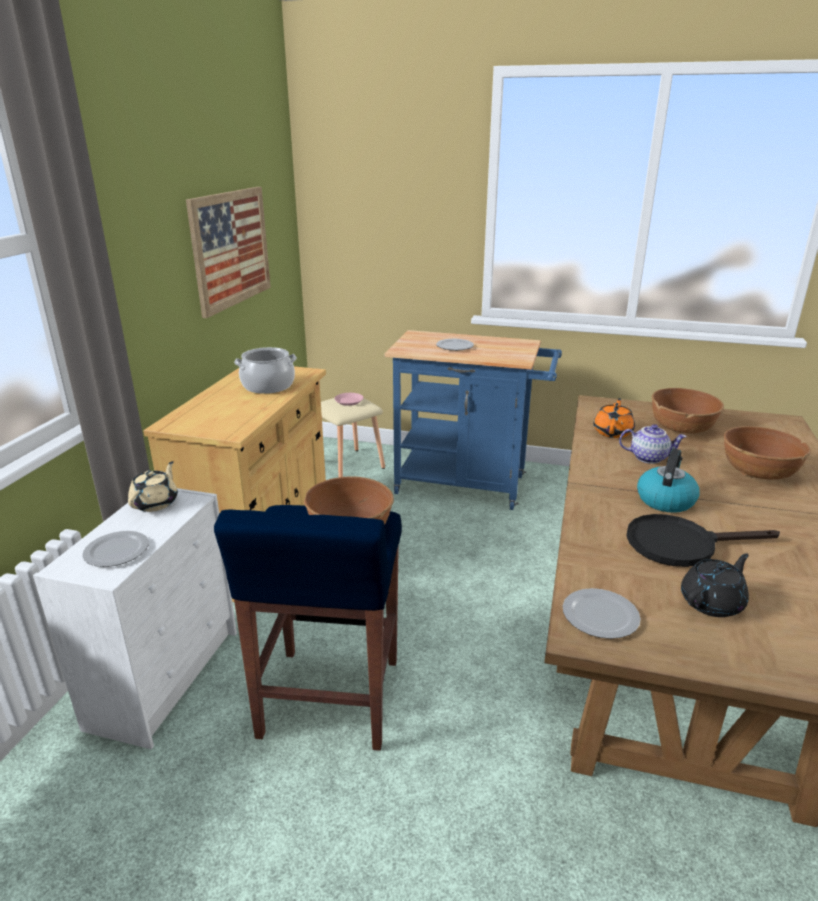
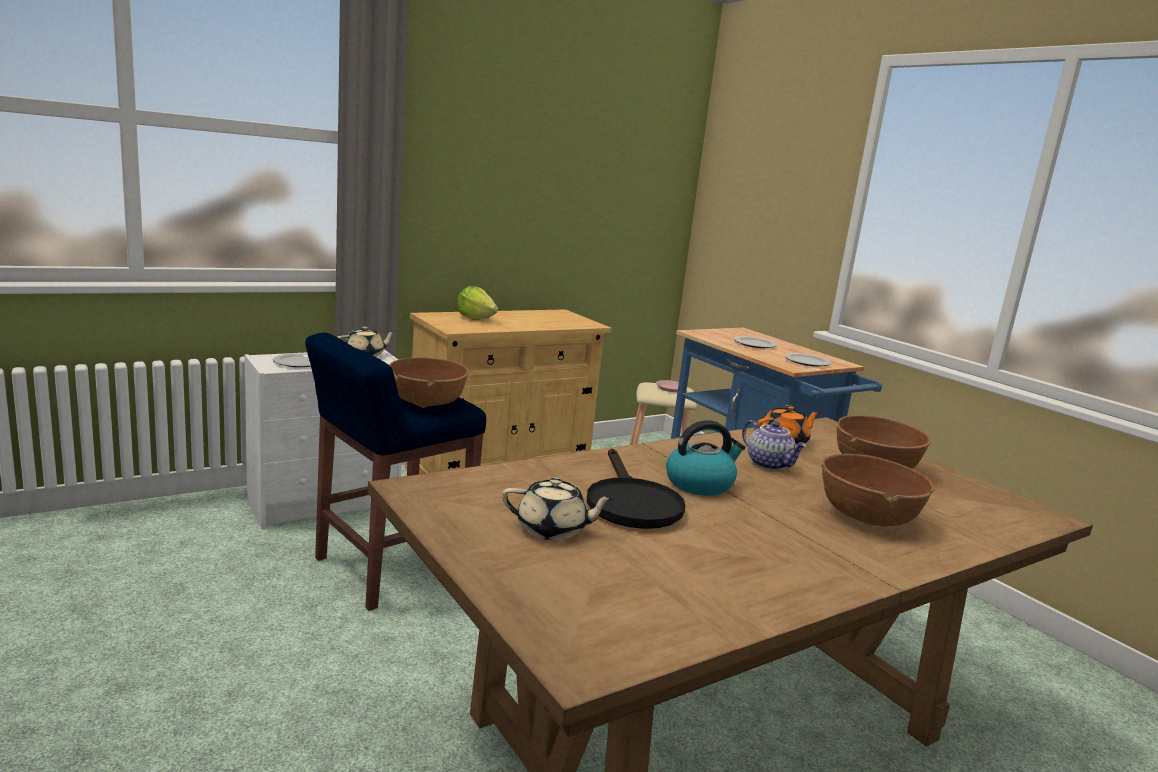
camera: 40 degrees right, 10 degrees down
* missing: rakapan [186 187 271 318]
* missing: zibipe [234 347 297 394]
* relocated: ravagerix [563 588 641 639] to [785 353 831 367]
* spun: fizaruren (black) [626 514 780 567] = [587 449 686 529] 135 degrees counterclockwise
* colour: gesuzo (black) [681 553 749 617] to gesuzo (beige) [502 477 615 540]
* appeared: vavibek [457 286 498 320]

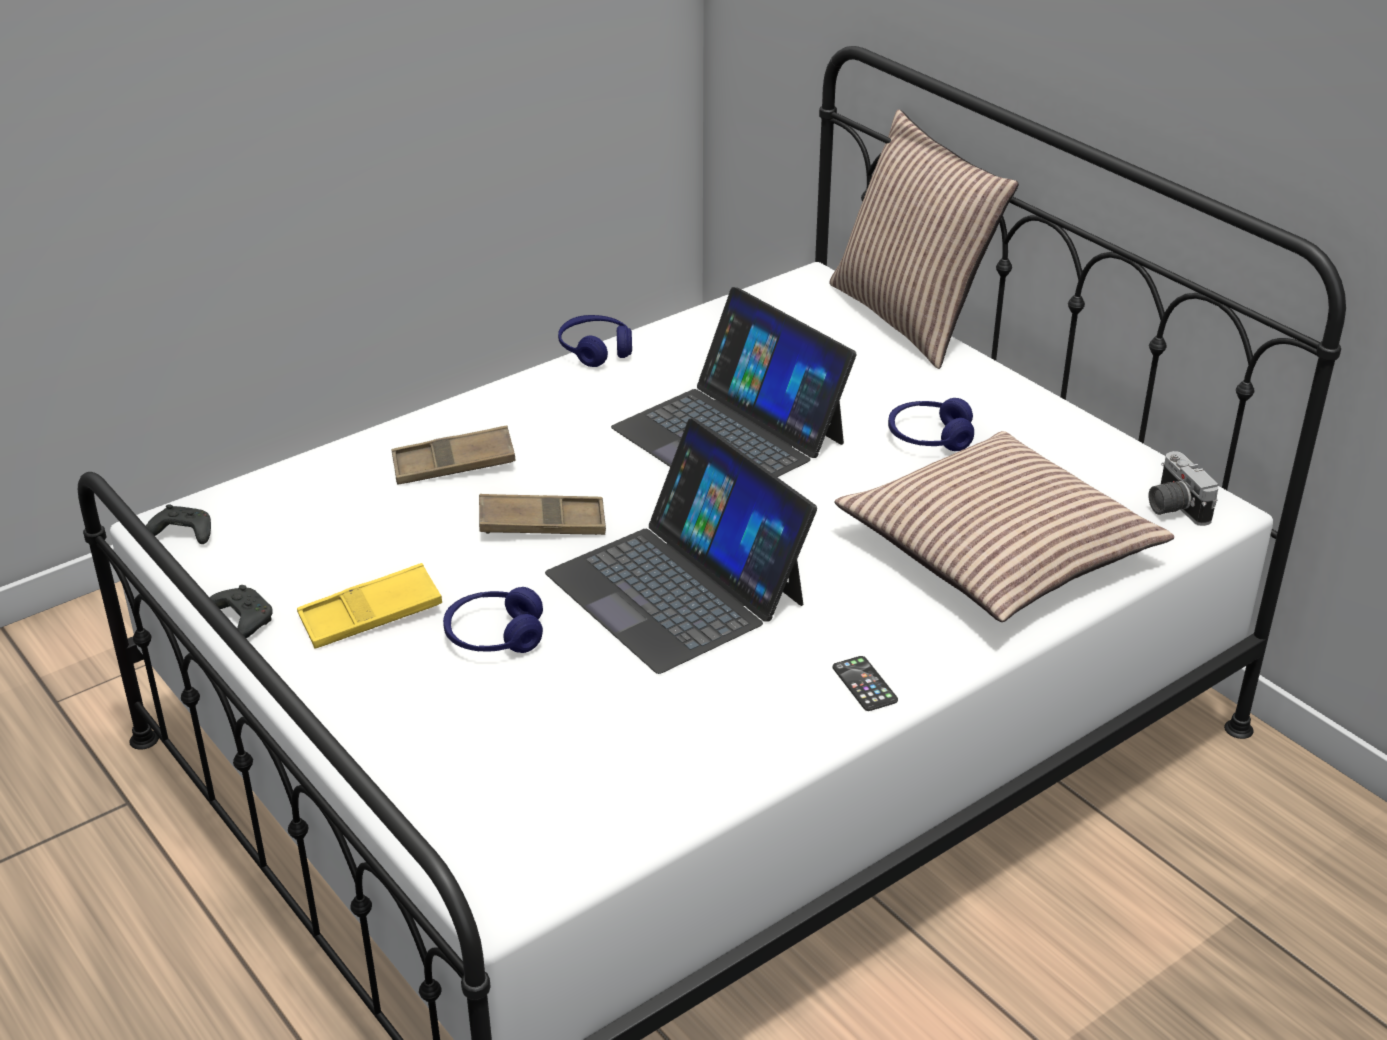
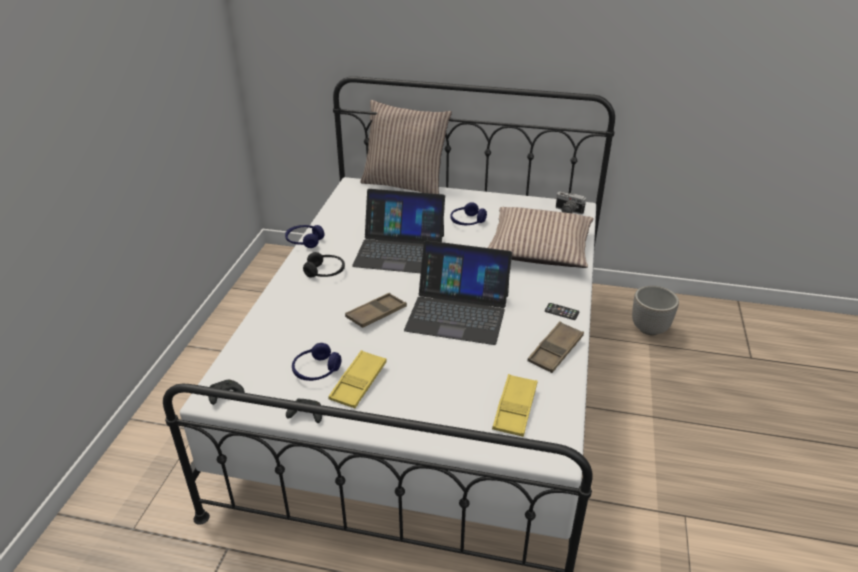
camera: 40 degrees left, 0 degrees up
* relocated: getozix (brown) [391 426 516 484] to [527 321 584 373]
* relocated: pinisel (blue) [443 587 543 653] to [292 343 341 381]
* appeared: pinisel (black) [303 252 345 277]
* appeared: getozix (yellow) [492 374 538 437]
* appeared: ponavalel [632 286 679 335]

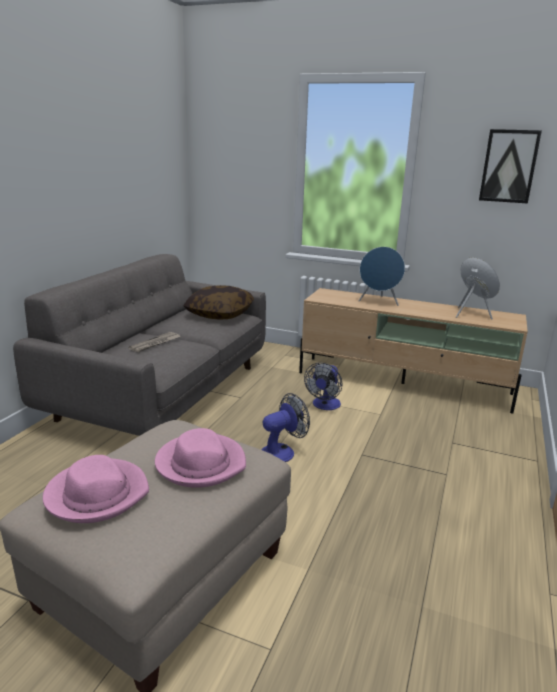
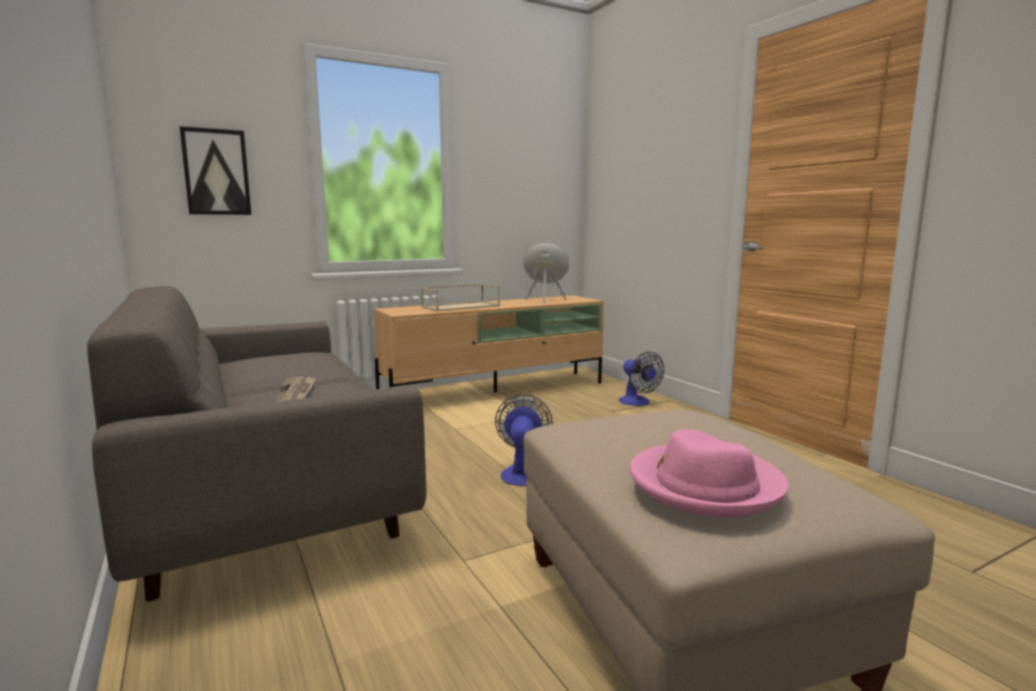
camera: 50 degrees left, 10 degrees down
* missing: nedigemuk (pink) [155 428 246 488]
* missing: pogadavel [183 285 254 320]
* relocated: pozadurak [304 363 342 410] to [619 352 664 406]
* exchanged: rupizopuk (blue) [359 247 405 306] to getozix (beige) [421 284 500 312]
* relocated: rakapan [479 129 542 203] to [180 126 251 215]

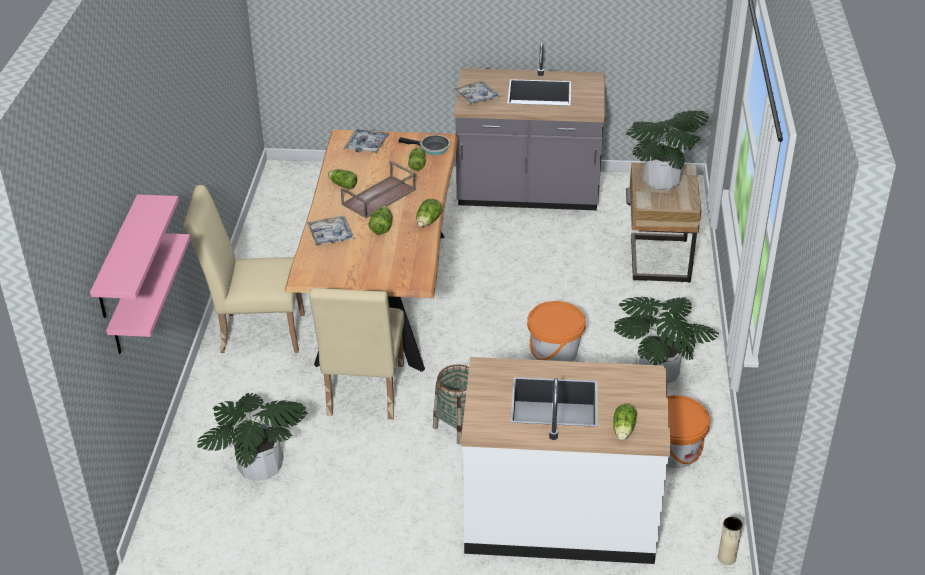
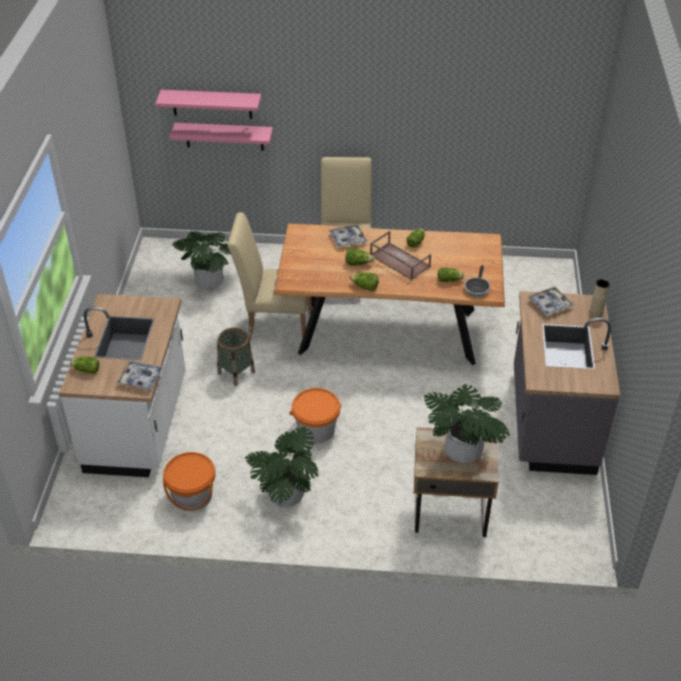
camera: 90 degrees right, 5 degrees up
* relocated: getozix [344 129 389 153] to [116 360 164 391]
* relocated: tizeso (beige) [718 517 742 565] to [590 279 610 316]

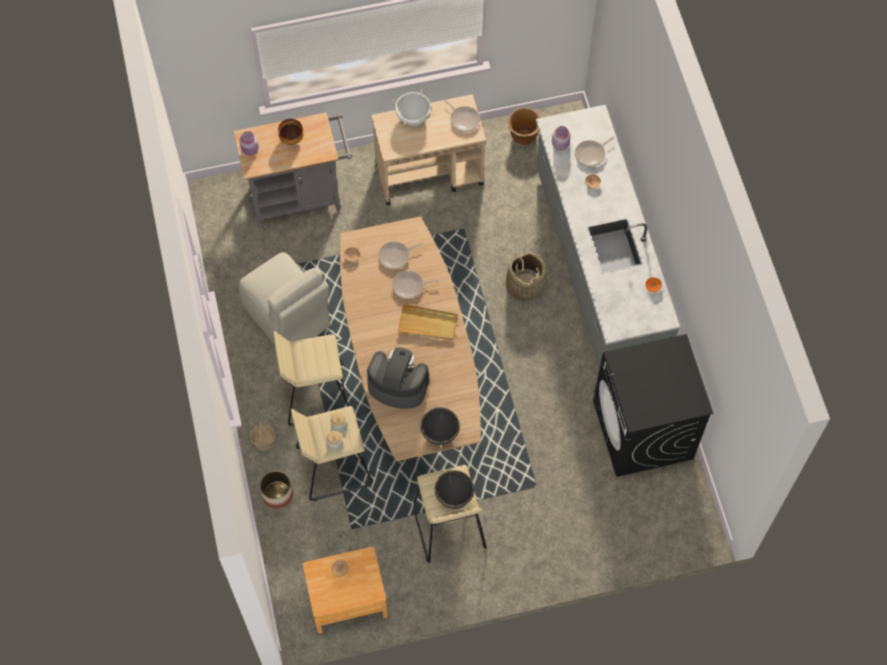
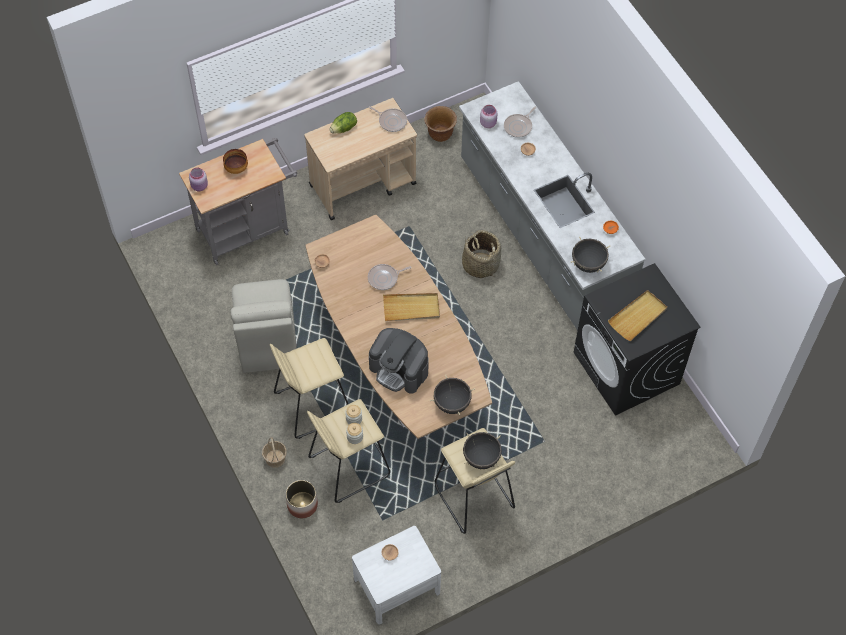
camera: 15 degrees left, 5 degrees down
* spun: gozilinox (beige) [239 252 330 345] = [230 279 296 373] 45 degrees clockwise
* colour: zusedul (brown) [303 547 388 634] to zusedul (white) [352 526 441 625]
* spun: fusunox [367 347 429 409] = [369 328 429 394] 150 degrees counterclockwise
* missing: fizaruren [378 241 423 269]
* exchanged: zibipe (white) [392 90 434 126] to vavibek [329 112 357 134]
* appeared: zibipe (black) [571 237 610 273]
* appeared: getozix (beige) [608 290 667 341]

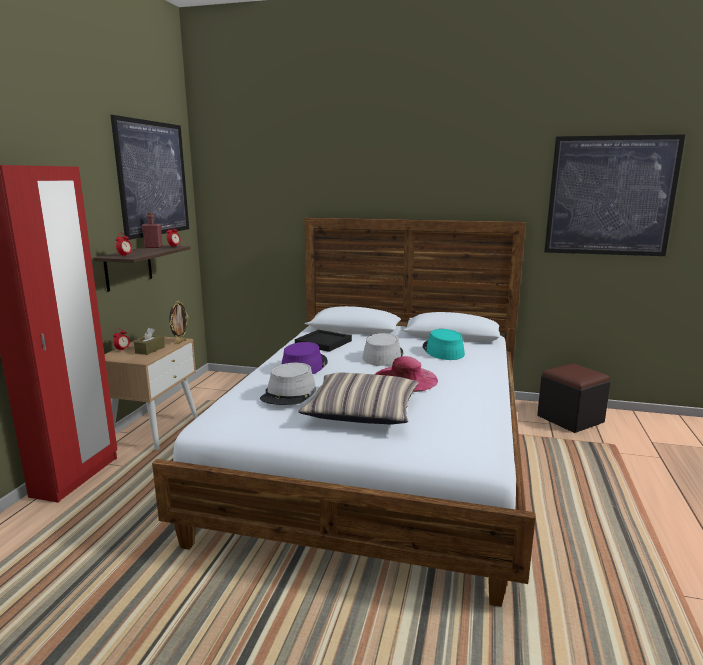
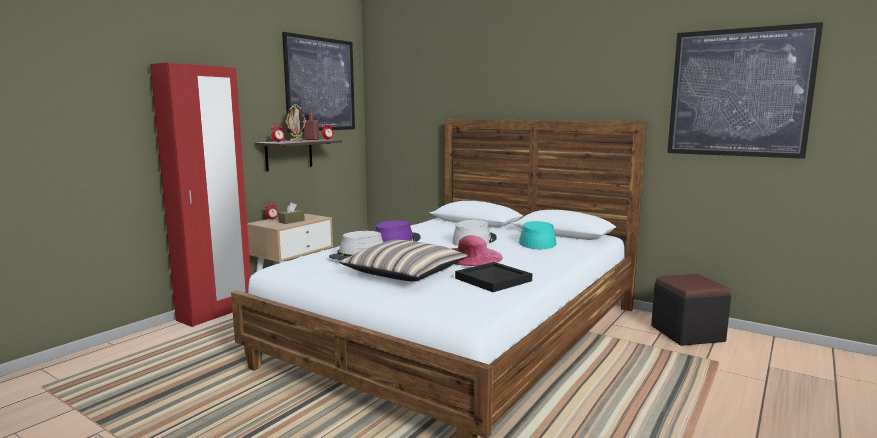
camera: 20 degrees right, 5 degrees down
* relocated: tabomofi [169 301 189 344] to [286 104 306 141]
* relocated: getozix (black) [295 330 352 352] to [455 262 532 292]

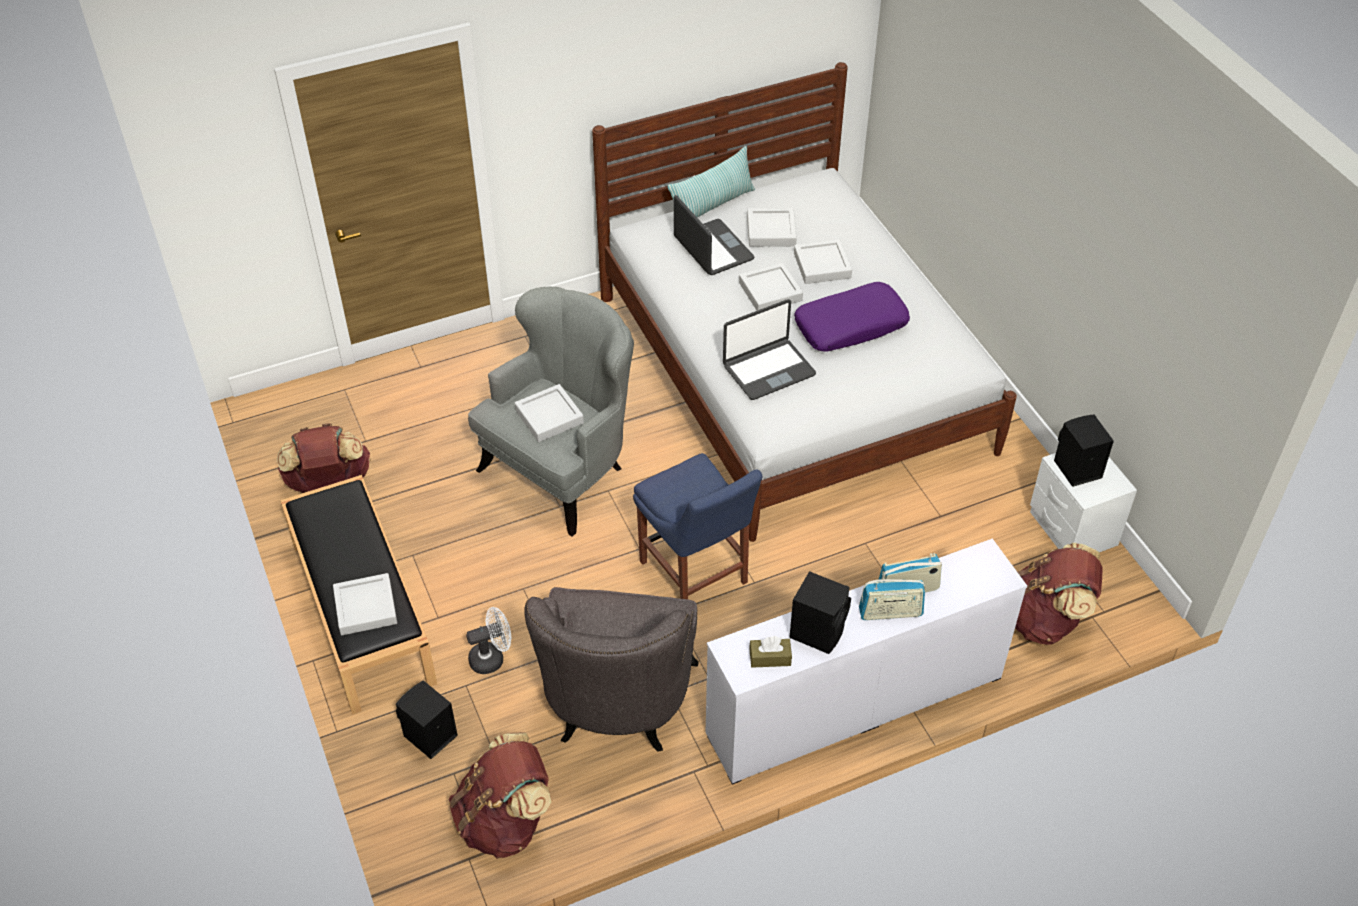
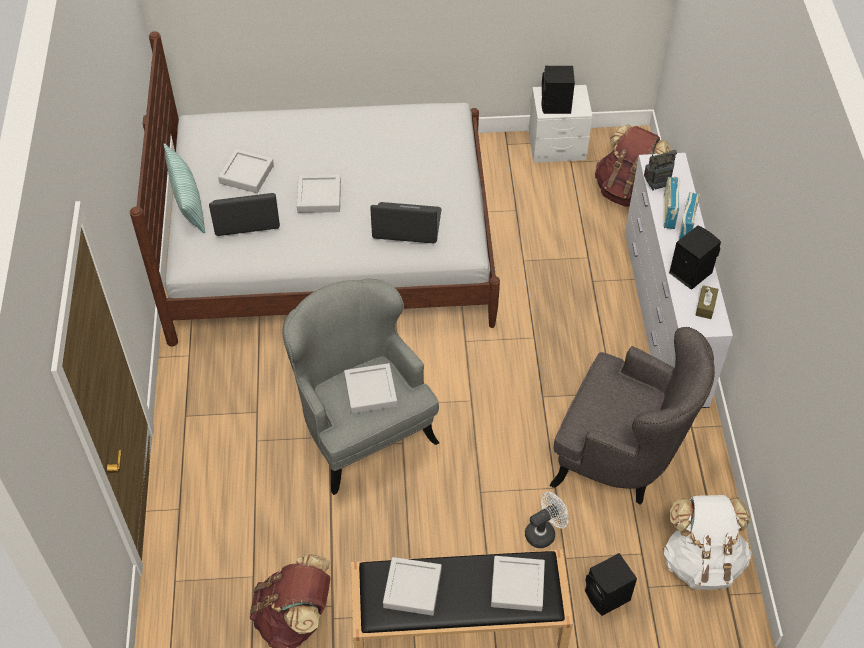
camera: 70 degrees left, 5 degrees up
* colour: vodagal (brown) [449 732 551 859] to vodagal (white) [663 495 752 590]
* spun: pozadurak (white) [466 607 511 674] = [525 492 569 548] 60 degrees clockwise
* missing: gozilinox (blue) [633 453 762 599]
* spun: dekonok [723 299 816 400] = [370 202 442 243] 75 degrees counterclockwise
* relocated: getozix (grey) [794 239 852 284] to [383 557 442 616]
* missing: pogadavel (purple) [794 282 910 352]
* appeared: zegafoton [644 146 677 190]

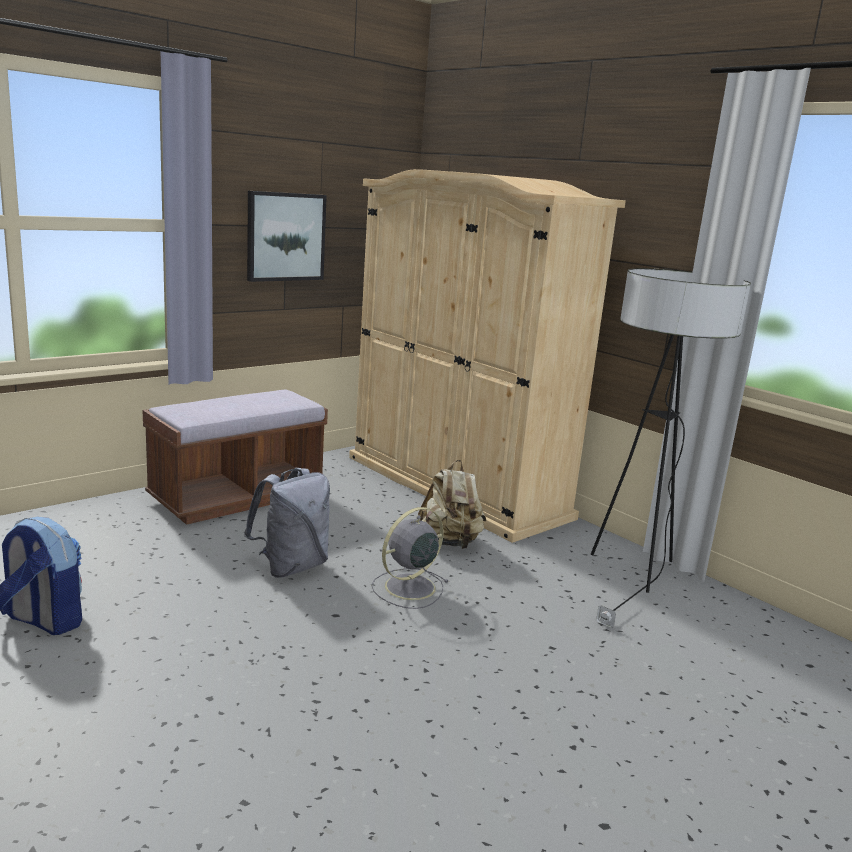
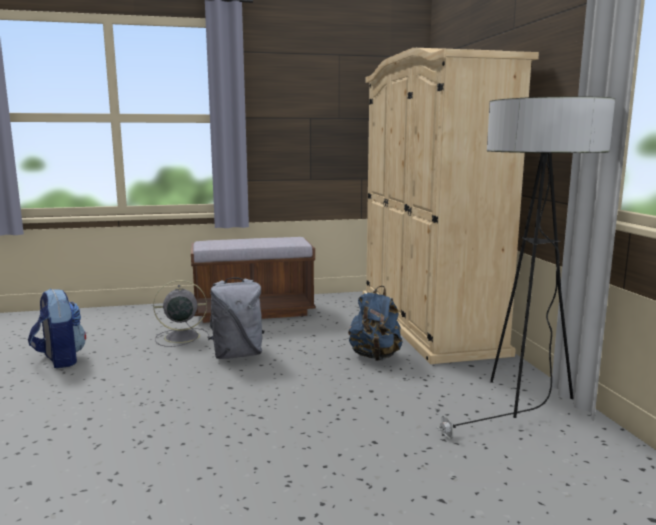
camera: 30 degrees right, 5 degrees down
* missing: rakapan [247 191 327 282]
* relocated: pozadurak (grey) [371 507 449 609] to [153 280 210 347]
* colour: vodagal (beige) [418 460 486 549] to vodagal (blue) [348 286 403 361]

